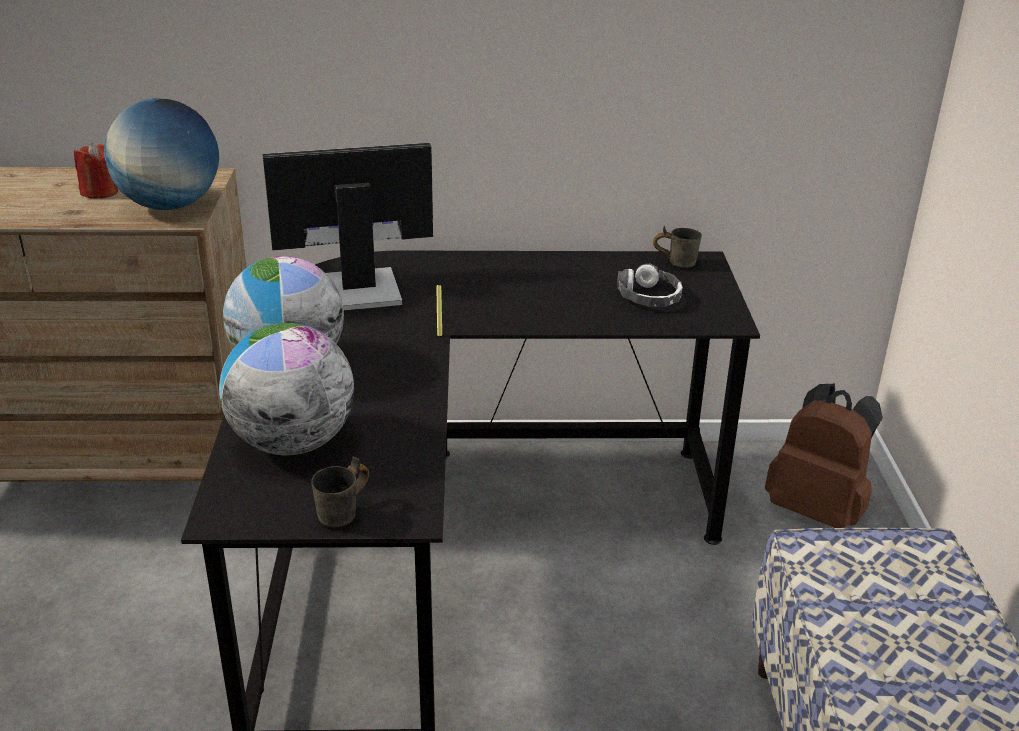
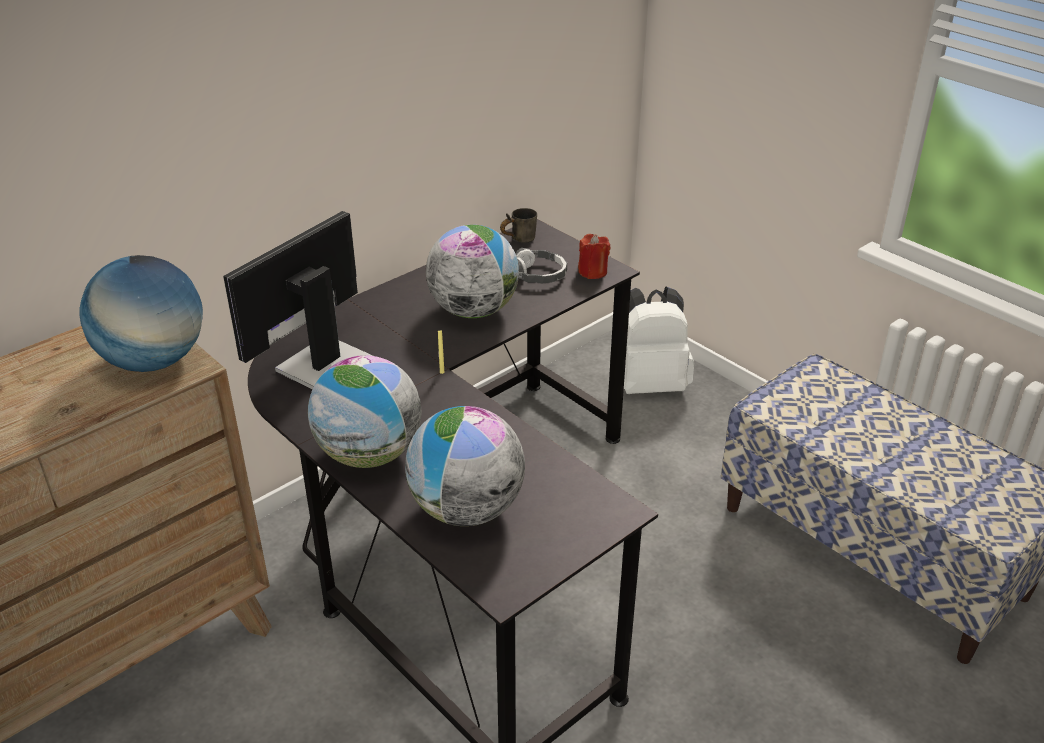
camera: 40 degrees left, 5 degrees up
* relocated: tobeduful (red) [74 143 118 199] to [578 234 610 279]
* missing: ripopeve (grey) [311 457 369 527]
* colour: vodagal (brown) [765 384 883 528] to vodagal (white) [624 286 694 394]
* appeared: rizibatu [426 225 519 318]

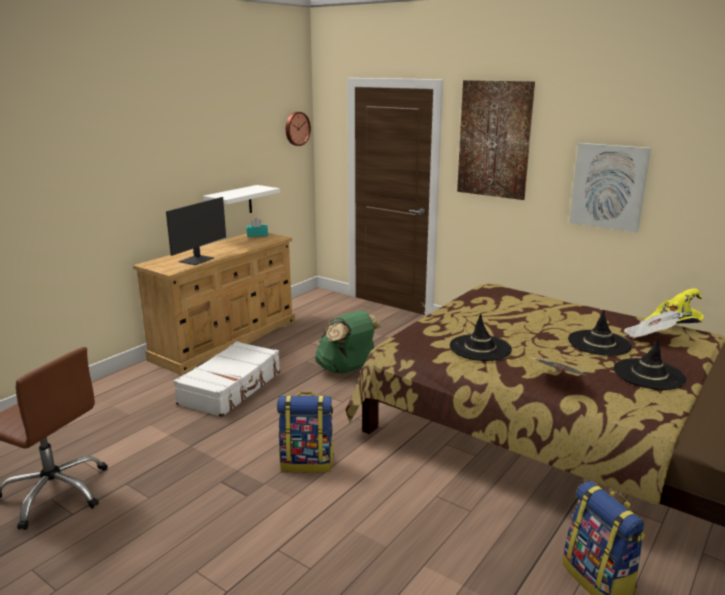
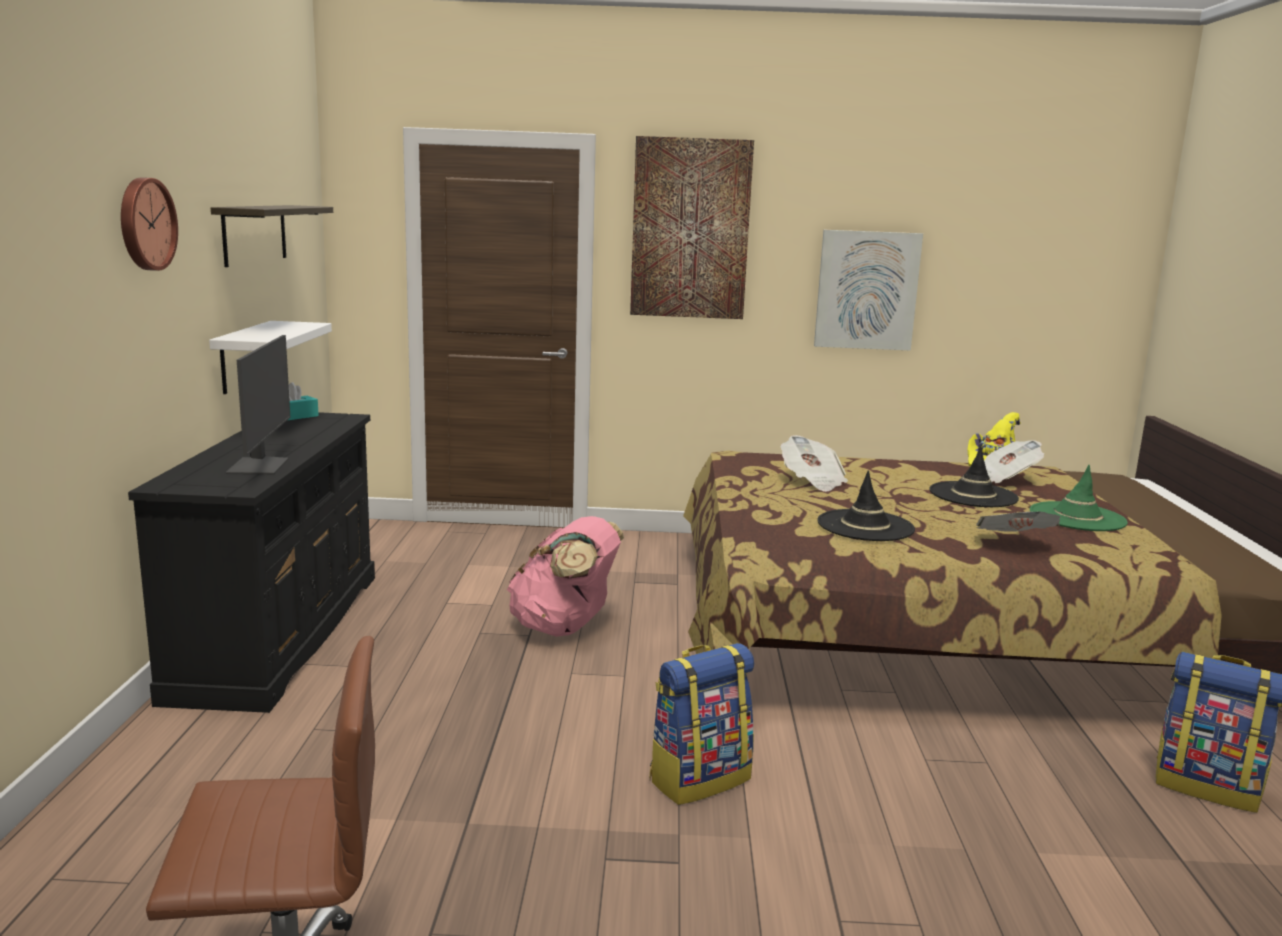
camera: 35 degrees left, 5 degrees down
* colour: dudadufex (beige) [133 233 295 375] to dudadufex (black) [128 412 375 713]
* missing: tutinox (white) [174 341 280 417]
* relocated: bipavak [286 112 311 146] to [121 177 178 271]
* colour: vodagal (green) [315 311 383 374] to vodagal (pink) [507 516 624 637]
* colour: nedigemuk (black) [614 338 686 390] to nedigemuk (green) [1030 465 1128 531]
* appeared: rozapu [211 205 333 267]
* appeared: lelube [780 435 848 492]

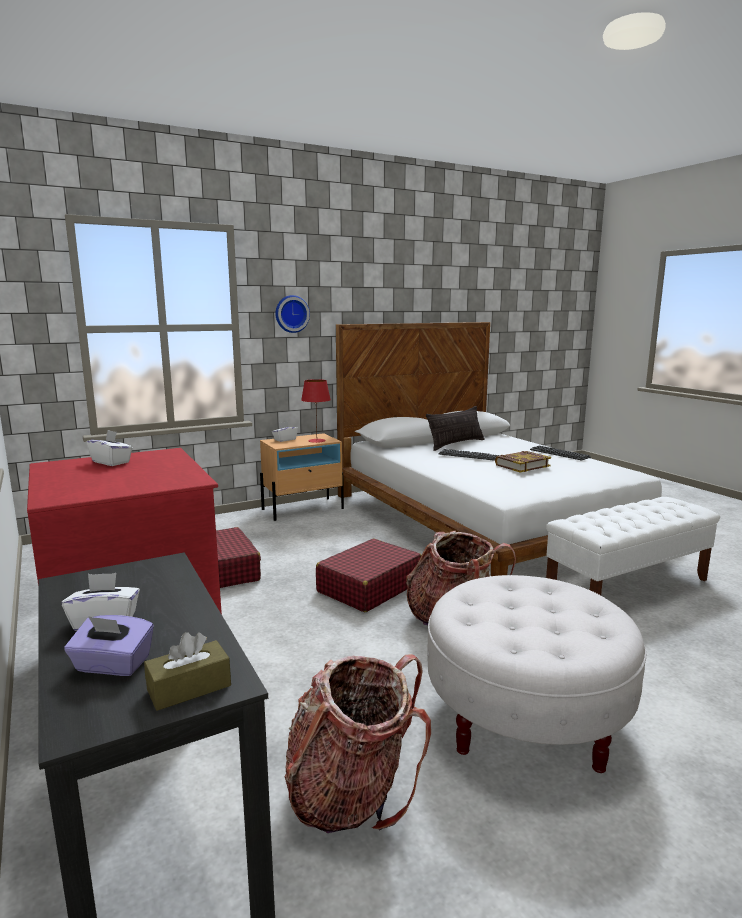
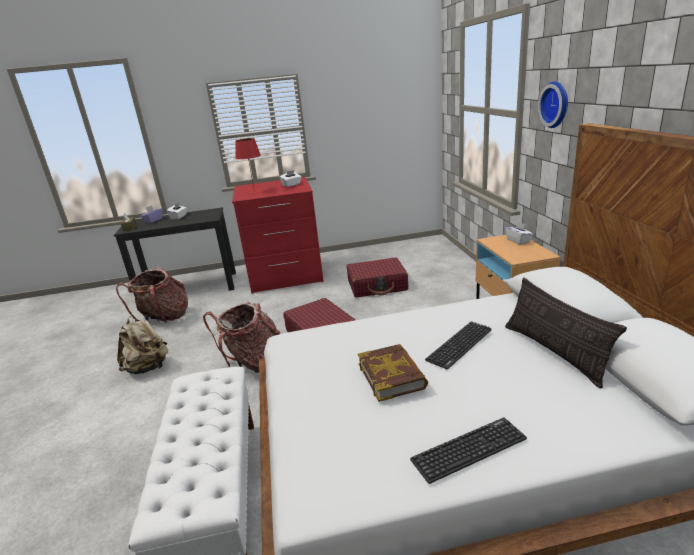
camera: 110 degrees right, 10 degrees up
* relocated: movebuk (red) [301 379 331 443] to [235 138 262 194]
* exchanged: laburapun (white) [427 575 646 773] to vodagal (beige) [117 315 168 374]

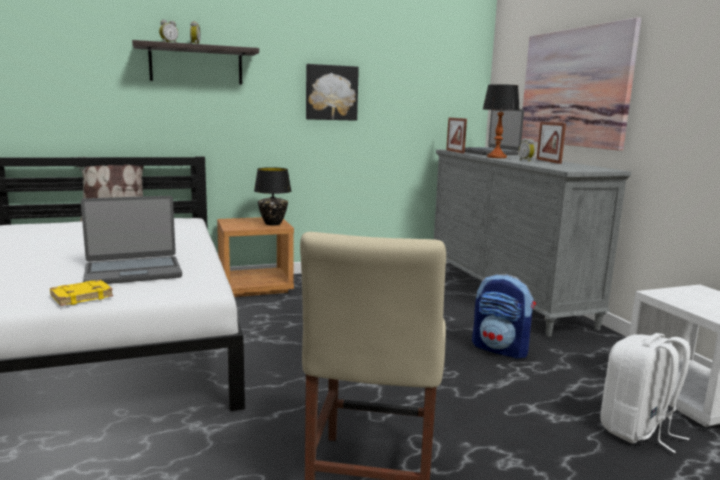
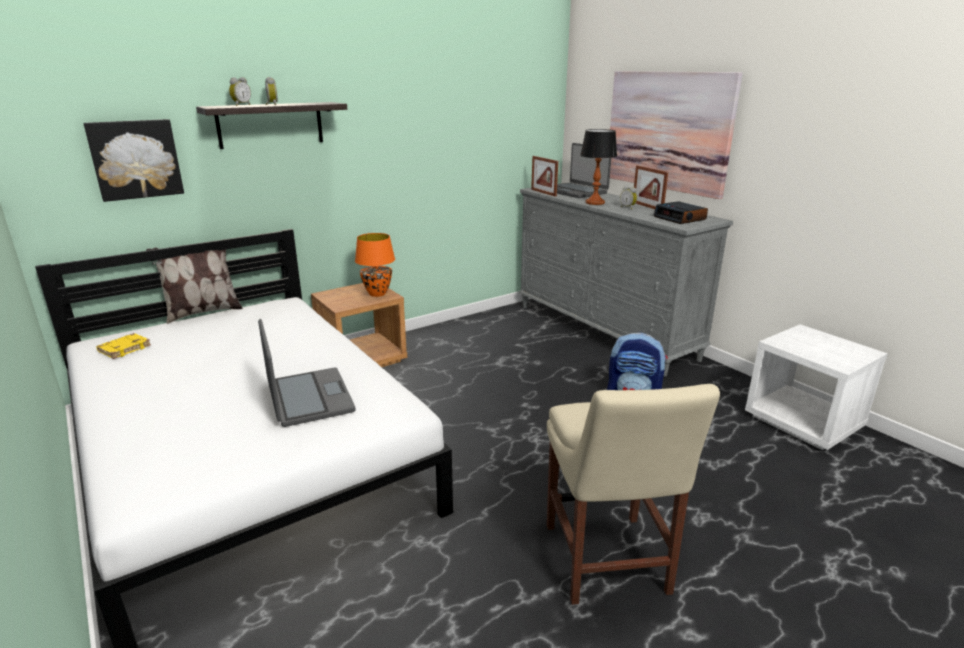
camera: 15 degrees left, 10 degrees up
* relocated: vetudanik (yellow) [50 280 113 306] to [96 333 151 359]
* spun: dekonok [81 196 182 284] = [258 319 355 427] 75 degrees counterclockwise
* colour: movebuk (black) [254 167 291 226] to movebuk (orange) [355 233 395 297]
* relocated: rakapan [306 64 359 121] to [83 119 184 202]
* missing: vodagal (white) [600 333 691 453]
* appeared: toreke [653 201 708 224]

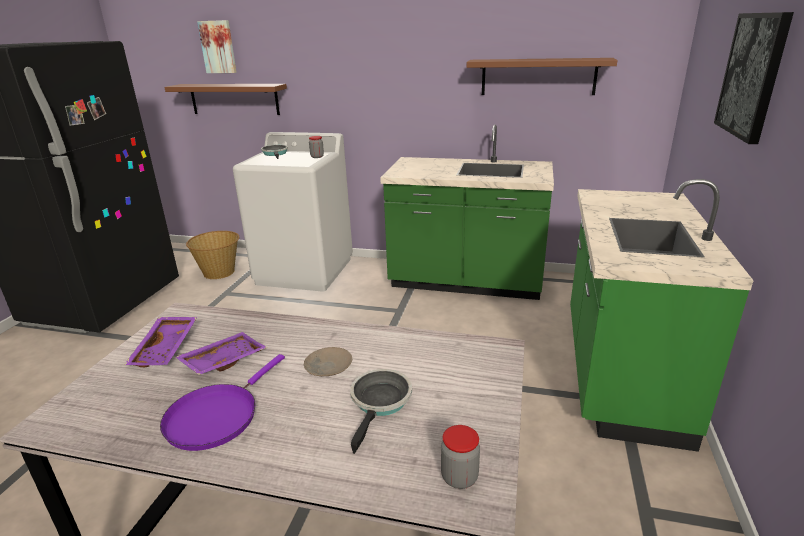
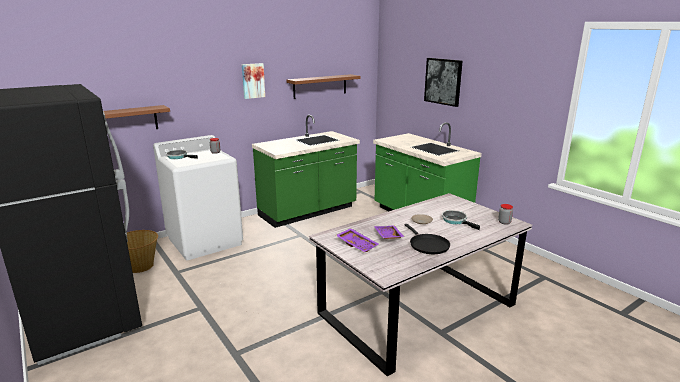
camera: 50 degrees left, 5 degrees down
* colour: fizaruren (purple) [160 354 285 451] to fizaruren (black) [405 224 450 254]
* relocated: rakapan [197 20 237 73] to [242 63 265 99]

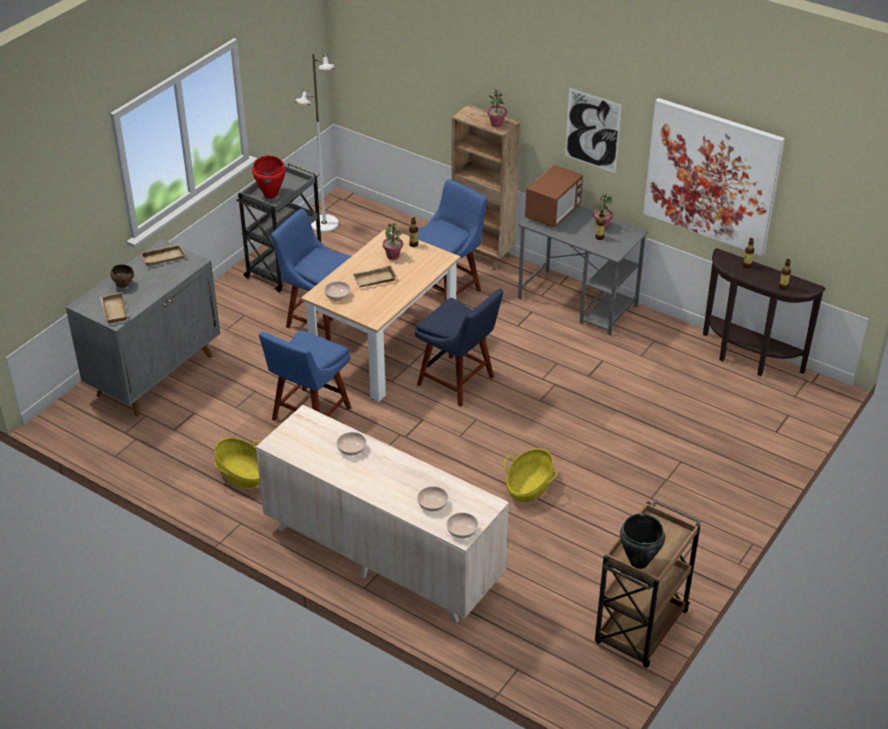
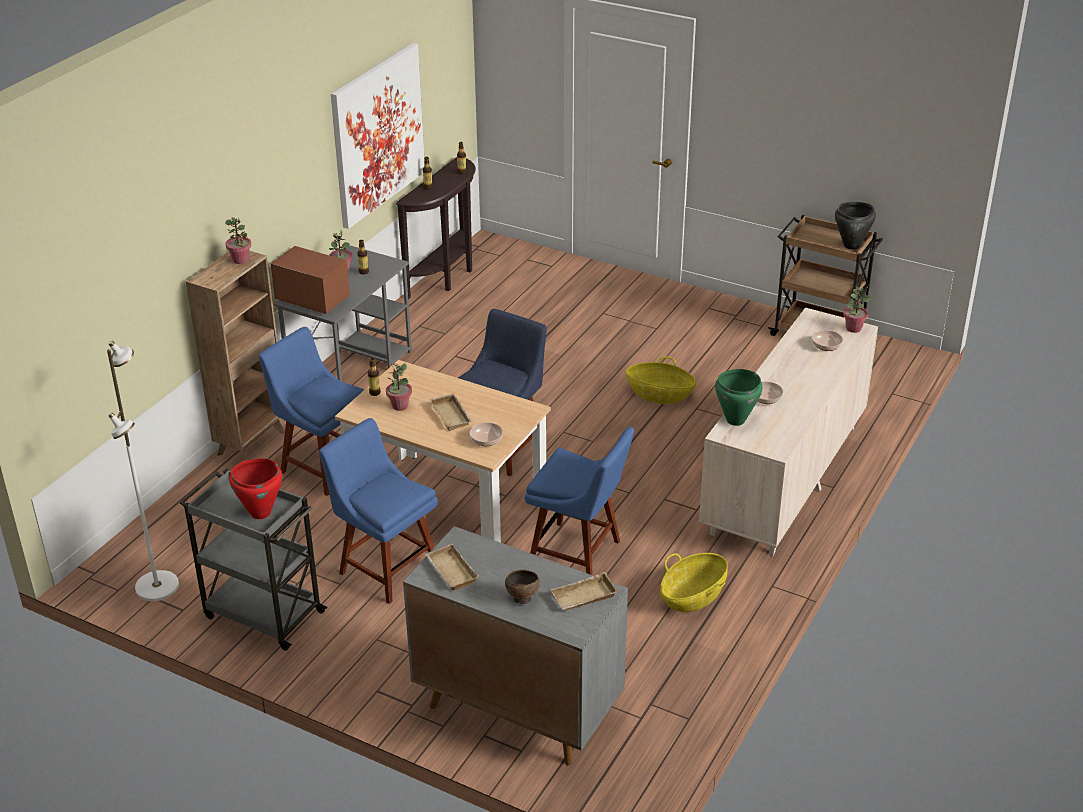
camera: 95 degrees left, 5 degrees down
* spun: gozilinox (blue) [271 209 351 341] = [319 418 438 604] 105 degrees clockwise
* exchanged: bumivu [447 513 478 538] to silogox [843 287 871 333]
* missing: rakapan [565 88 622 173]
* appeared: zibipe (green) [715 369 763 426]

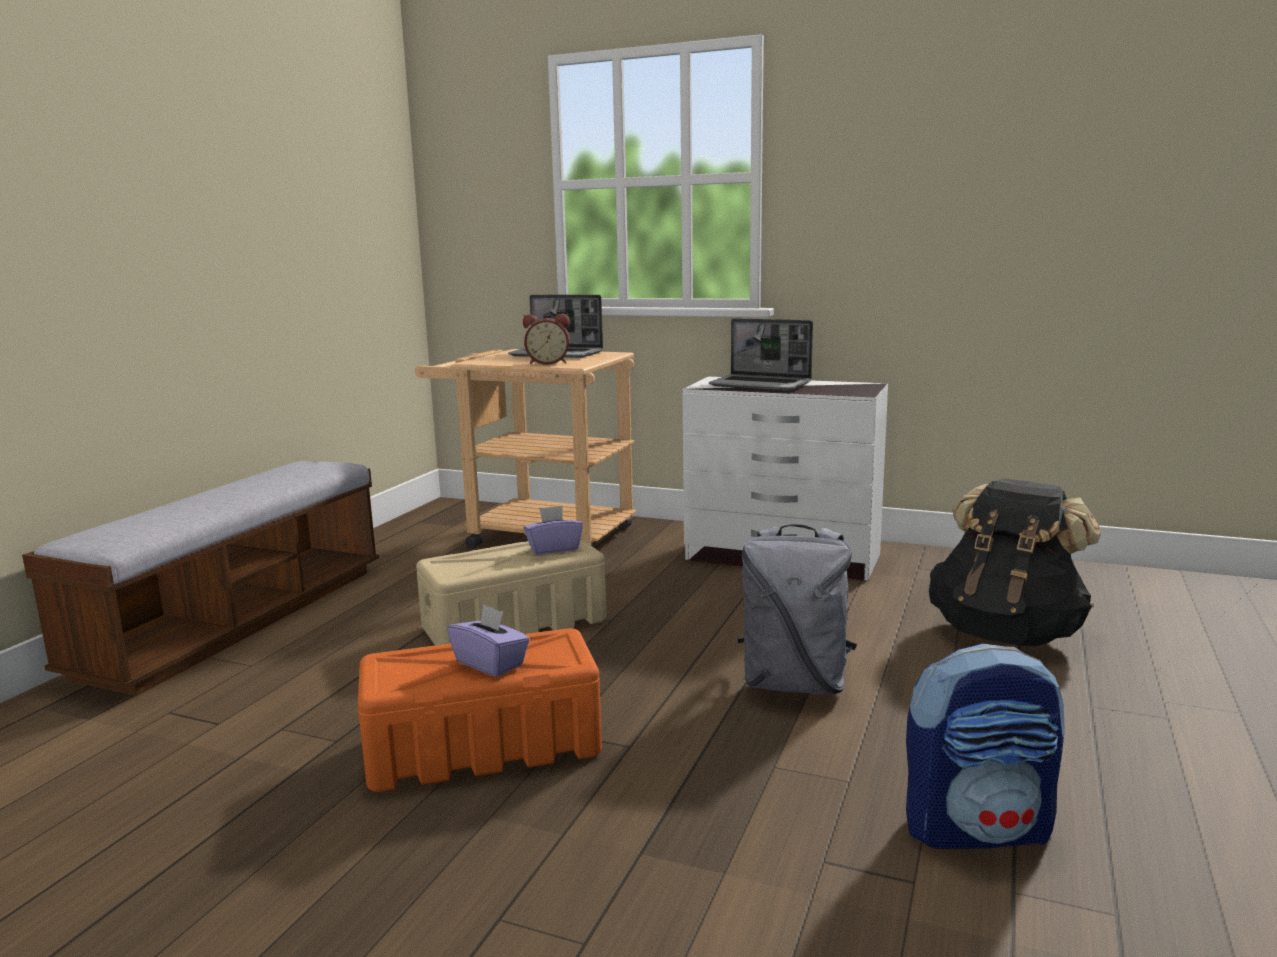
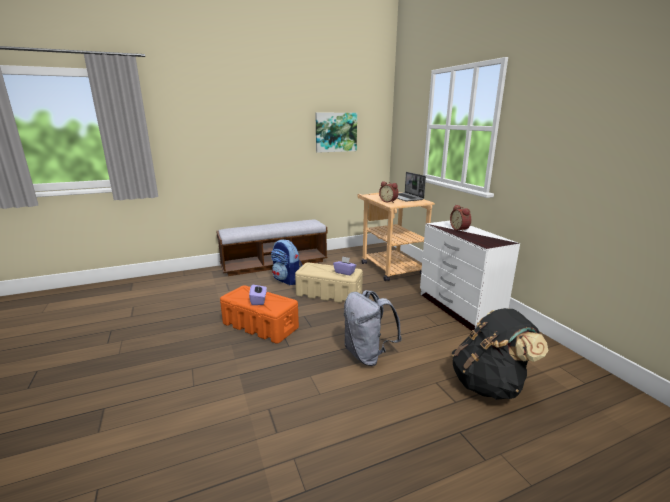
camera: 45 degrees right, 5 degrees up
* exchanged: dekonok [709 318 813 391] to toreke [450 205 471 231]
* relocated: vodagal [906 643 1065 849] to [271 239 303 285]
* appeared: rakapan [315 113 357 153]

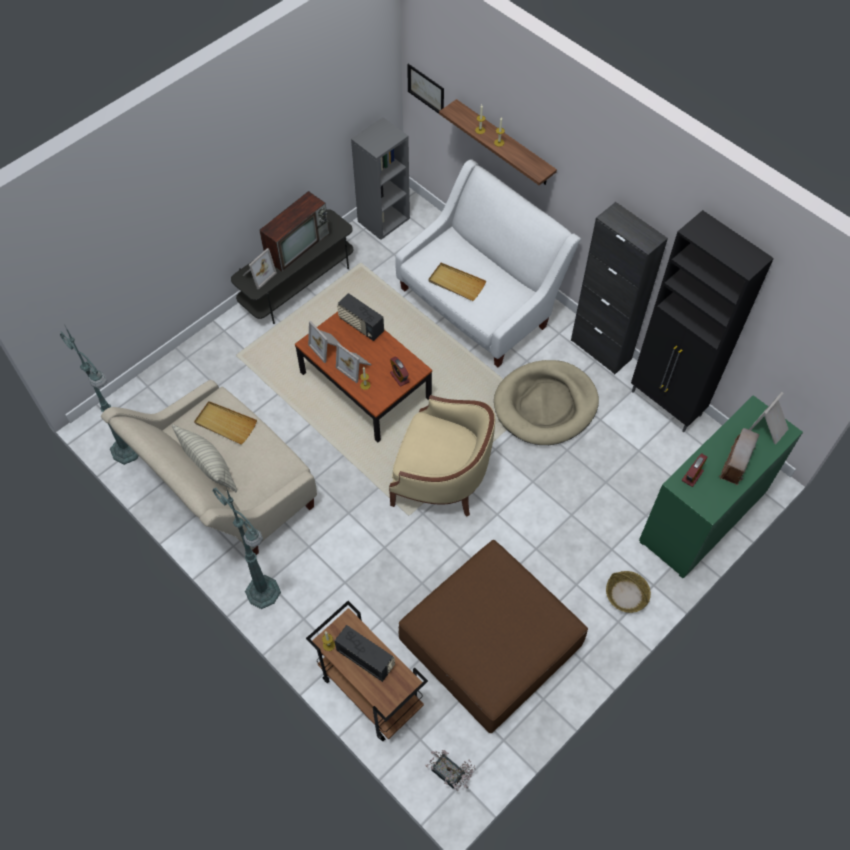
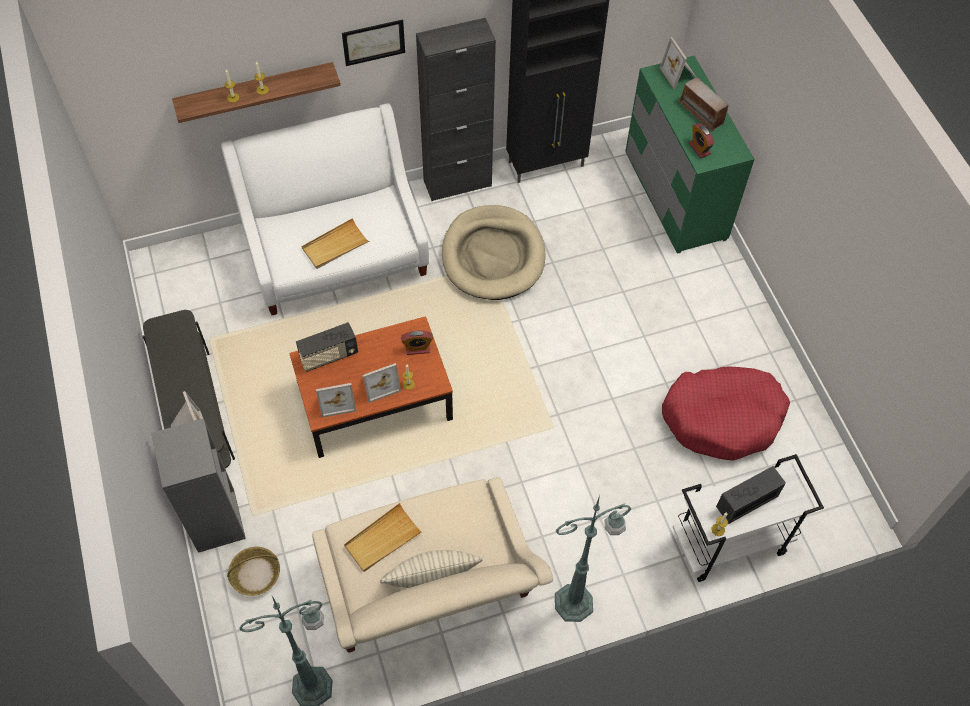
camera: 65 degrees left, 0 degrees up
* missing: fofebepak [259 191 329 272]
* colour: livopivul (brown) [306 601 428 741] to livopivul (white) [673 454 824 582]
* relocated: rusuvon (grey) [351 117 410 240] to [151 418 246 553]
* missing: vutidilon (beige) [389 395 495 517]
* exchanged: laburapun (brown) [399 540 588 733] to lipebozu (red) [662 366 790 460]
* relocated: rakapan [407 64 444 114] to [342 19 405 66]
* missing: silogox [425 750 475 791]
* relocated: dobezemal [606 571 651 613] to [227 547 280 596]

